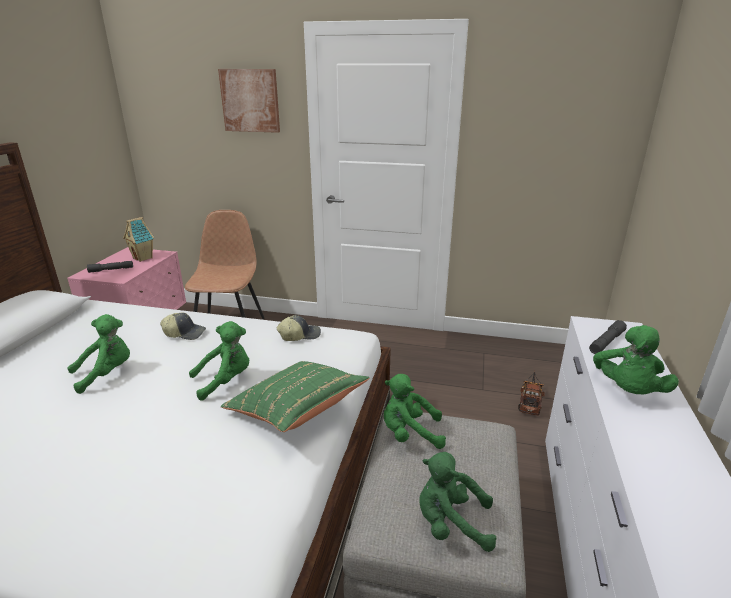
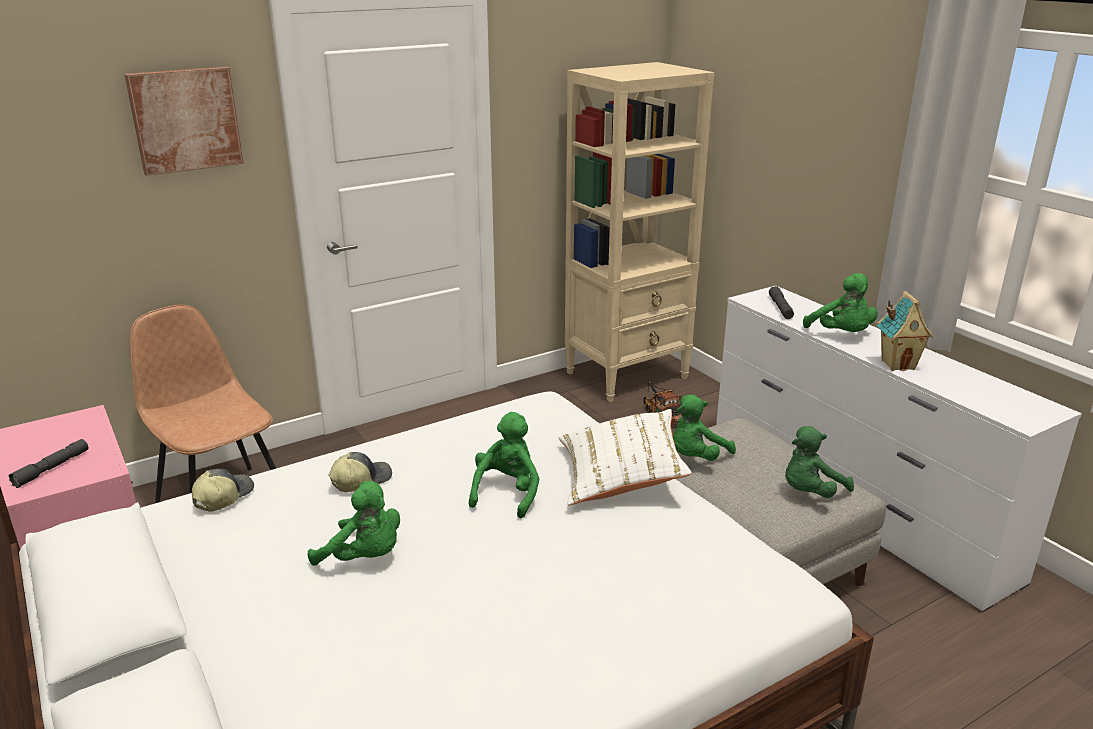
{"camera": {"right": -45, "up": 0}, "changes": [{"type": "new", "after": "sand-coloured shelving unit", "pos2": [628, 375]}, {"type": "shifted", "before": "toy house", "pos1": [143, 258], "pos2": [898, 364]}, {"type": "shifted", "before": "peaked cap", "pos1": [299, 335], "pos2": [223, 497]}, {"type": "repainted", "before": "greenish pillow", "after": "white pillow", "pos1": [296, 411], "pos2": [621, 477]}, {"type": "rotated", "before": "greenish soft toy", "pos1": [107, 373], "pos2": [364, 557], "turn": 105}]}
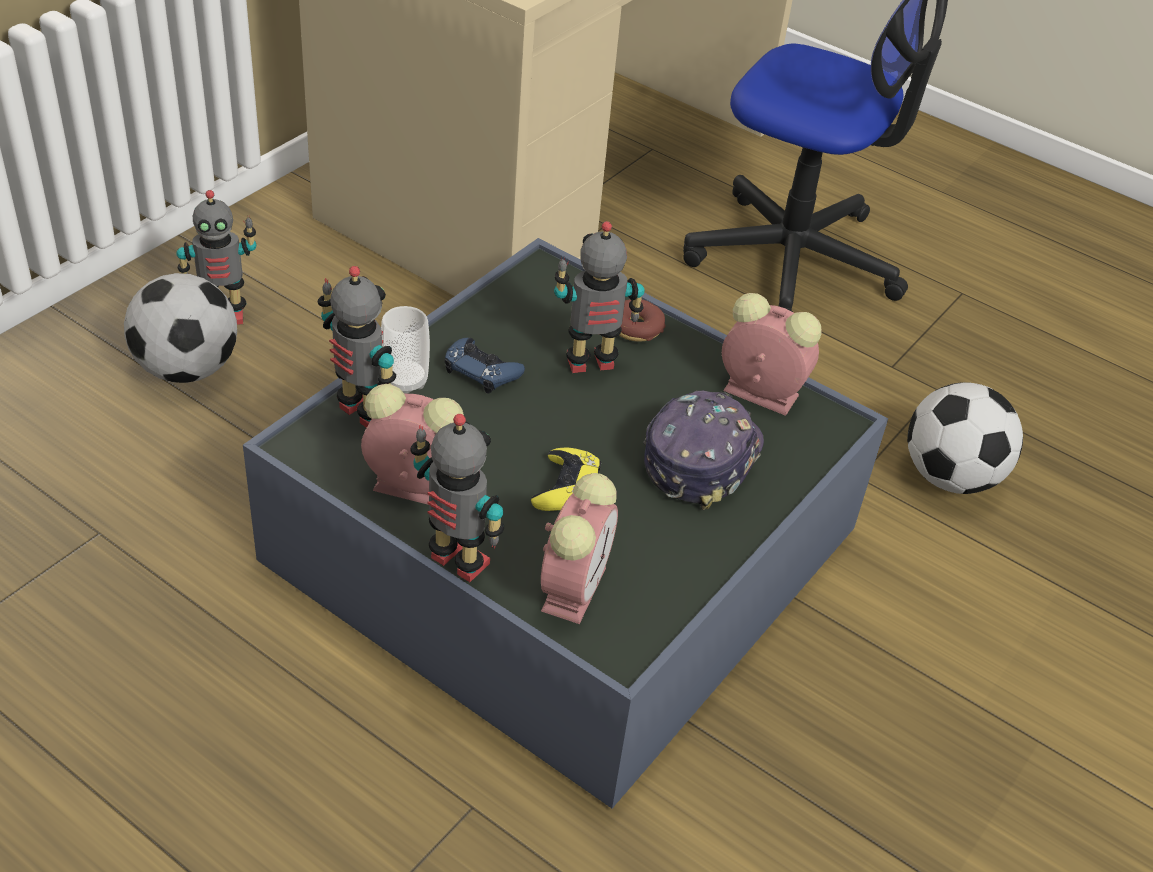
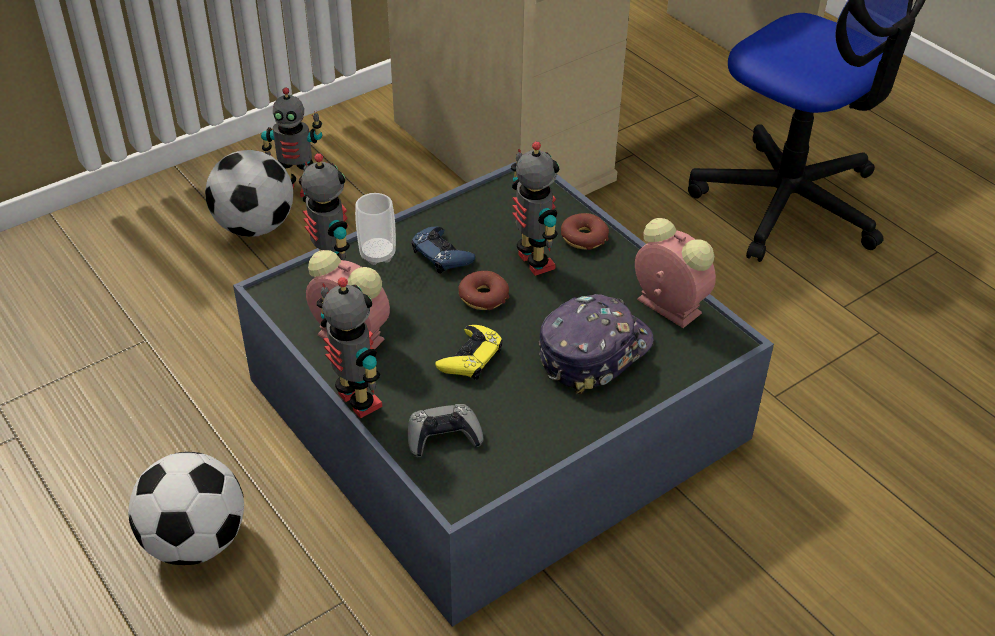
{"camera": {"right": 20, "up": 0}, "changes": [{"type": "new", "after": "doughnut", "pos2": [483, 297]}, {"type": "shifted", "before": "ball for football", "pos1": [950, 477], "pos2": [195, 541]}, {"type": "swapped", "before": "bedside clock", "after": "greyish joypad", "pos1": [574, 586], "pos2": [443, 436]}, {"type": "rotated", "before": "toy robot", "pos1": [591, 365], "pos2": [533, 262], "turn": 60}]}
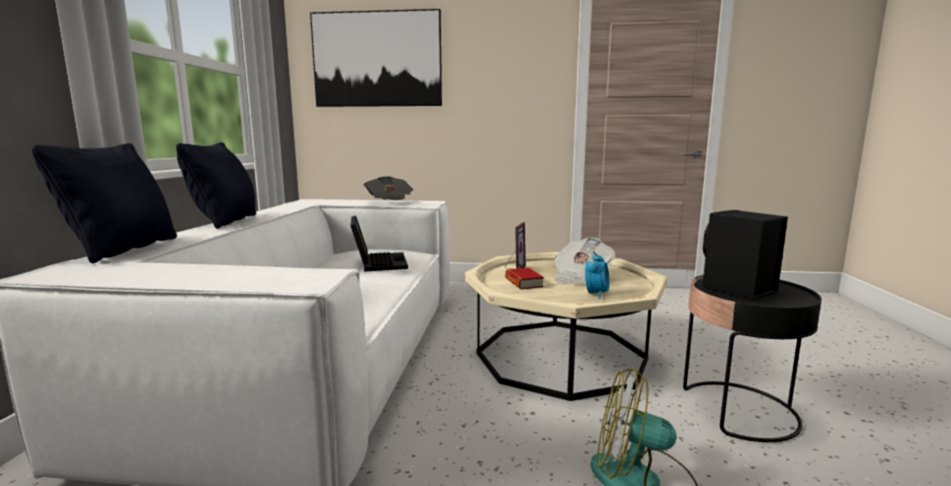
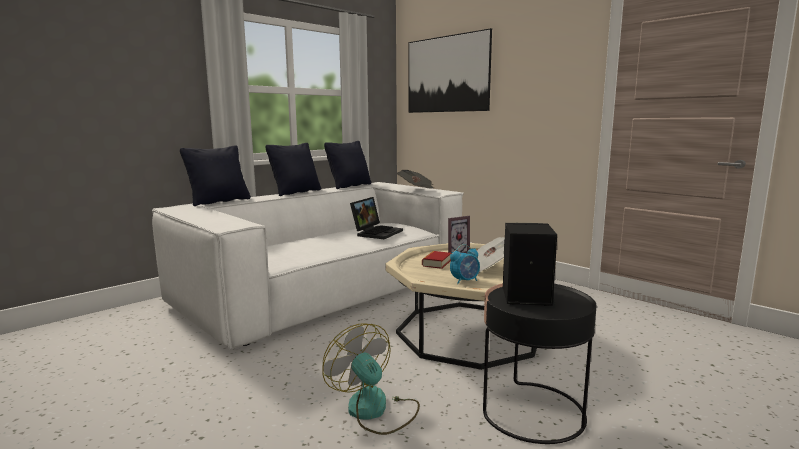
{"camera": {"right": 40, "up": 0}, "changes": [{"type": "new", "after": "black pillow", "pos2": [349, 186]}]}
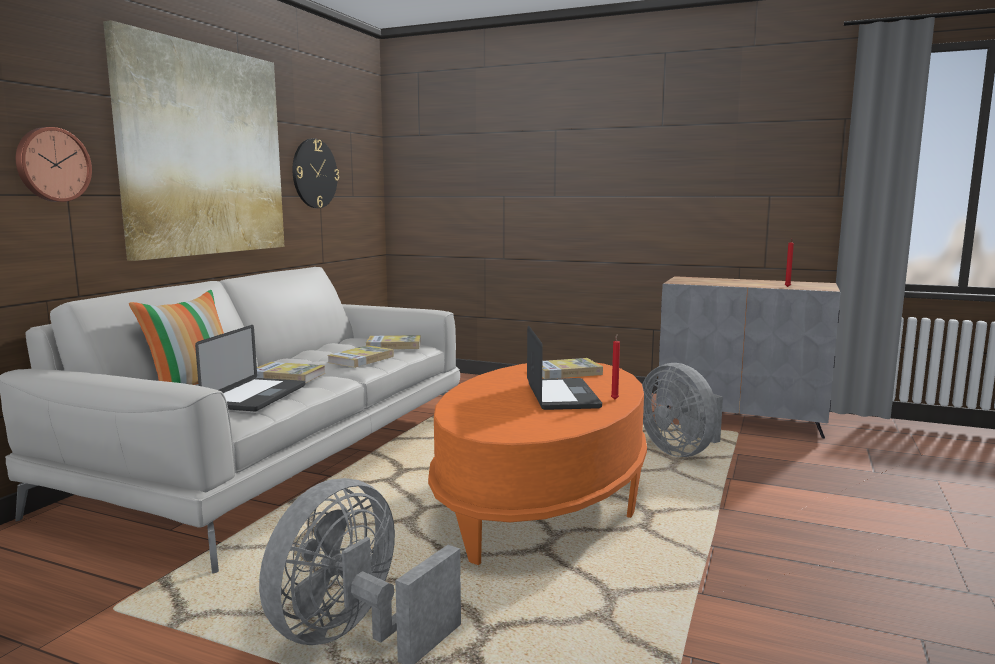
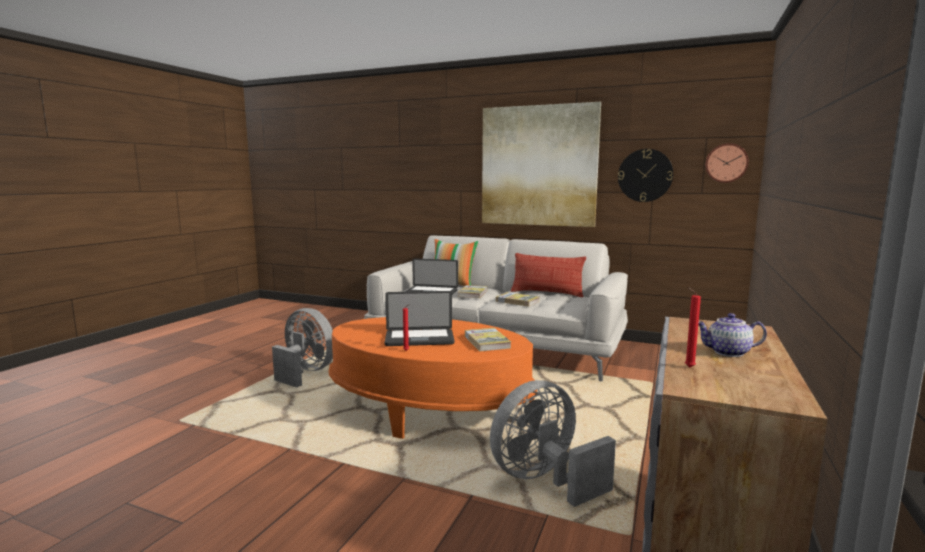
{"camera": {"right": 90, "up": 0}, "changes": [{"type": "gone", "before": "bound book", "pos1": [394, 345]}, {"type": "new", "after": "pillow", "pos2": [547, 293]}, {"type": "new", "after": "tea pot", "pos2": [728, 352]}, {"type": "shifted", "before": "hanging clock", "pos1": [52, 164], "pos2": [726, 163]}]}
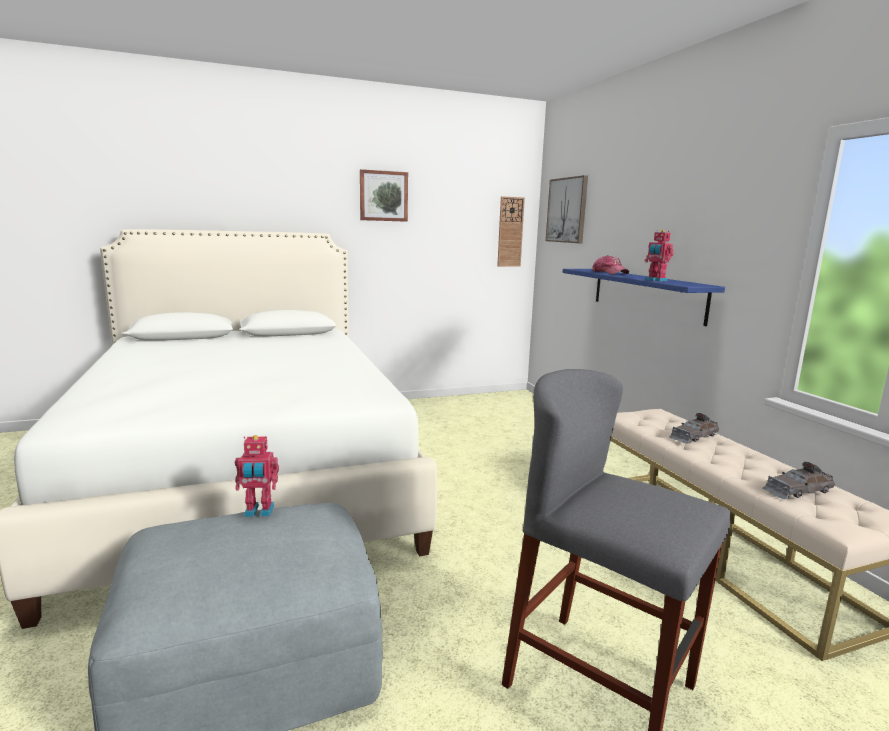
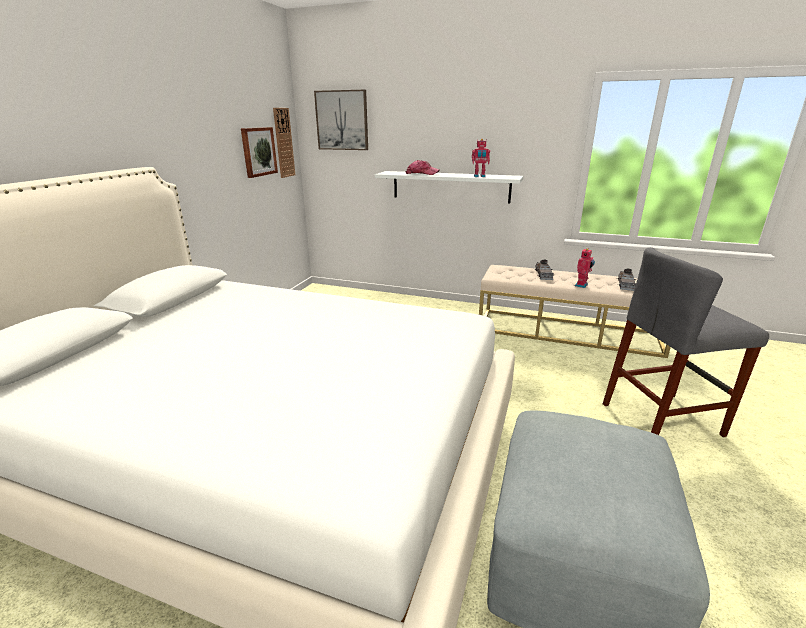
{"camera": {"right": -50, "up": 10}, "changes": [{"type": "shifted", "before": "toy robot", "pos1": [259, 512], "pos2": [582, 285]}, {"type": "shifted", "before": "wall picture", "pos1": [383, 196], "pos2": [258, 151]}, {"type": "repainted", "before": "blue bracket shelf", "after": "white bracket shelf", "pos1": [646, 294], "pos2": [450, 186]}]}
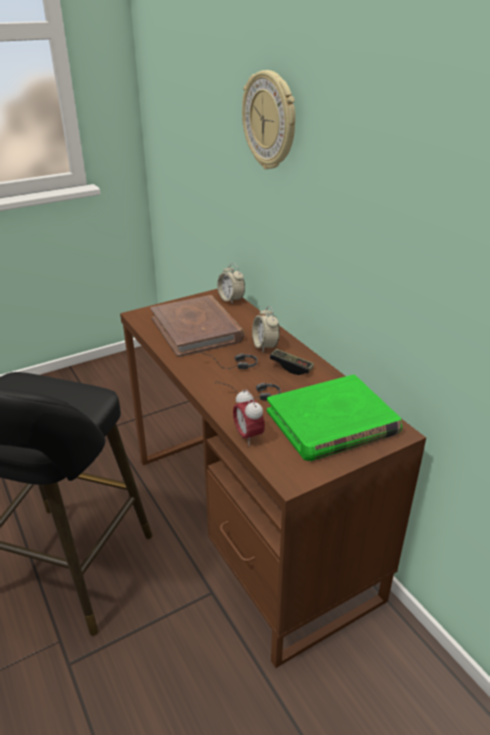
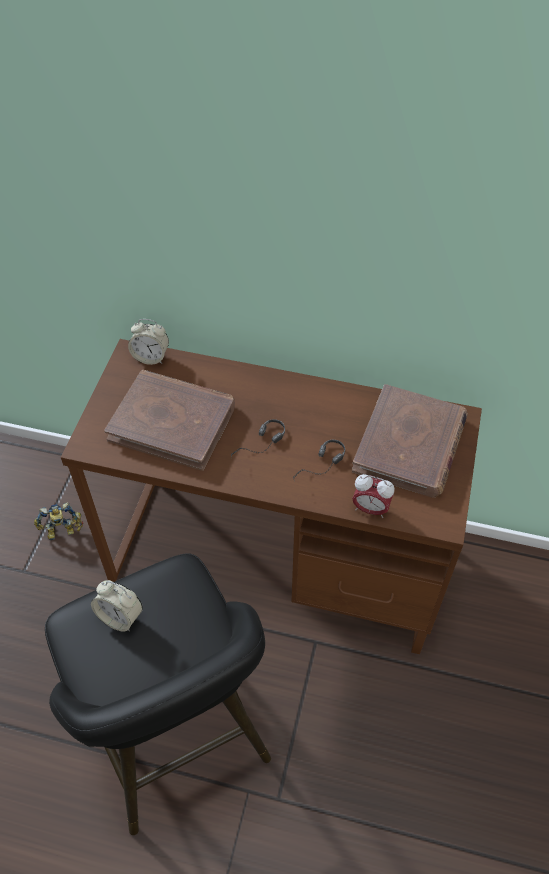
{"camera": {"right": -45, "up": 20}, "changes": [{"type": "gone", "before": "hanging clock", "pos1": [270, 121]}, {"type": "gone", "before": "joypad", "pos1": [291, 367]}, {"type": "new", "after": "toy robot", "pos2": [62, 532]}, {"type": "shifted", "before": "bedside clock", "pos1": [265, 346], "pos2": [120, 616]}, {"type": "repainted", "before": "greenish bound book", "after": "brown bound book", "pos1": [332, 422], "pos2": [410, 444]}]}
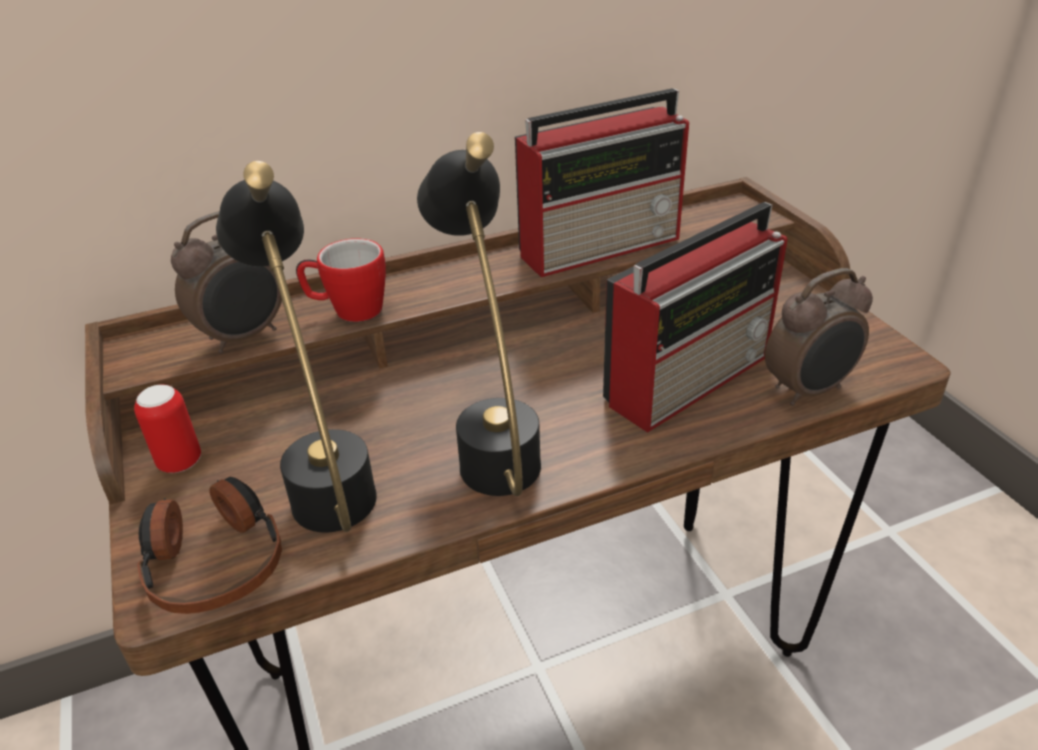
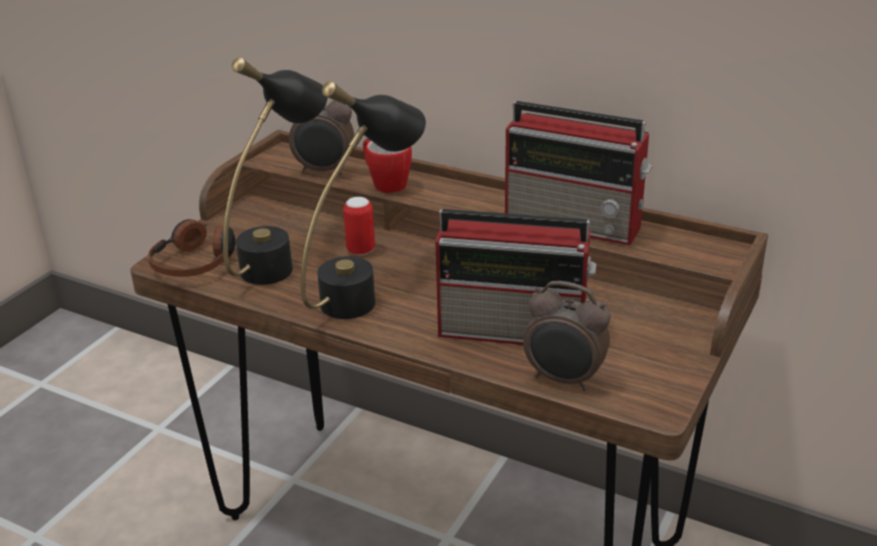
{"camera": {"right": 50, "up": -5}, "changes": [{"type": "shifted", "before": "sealed can", "pos1": [180, 462], "pos2": [361, 250]}]}
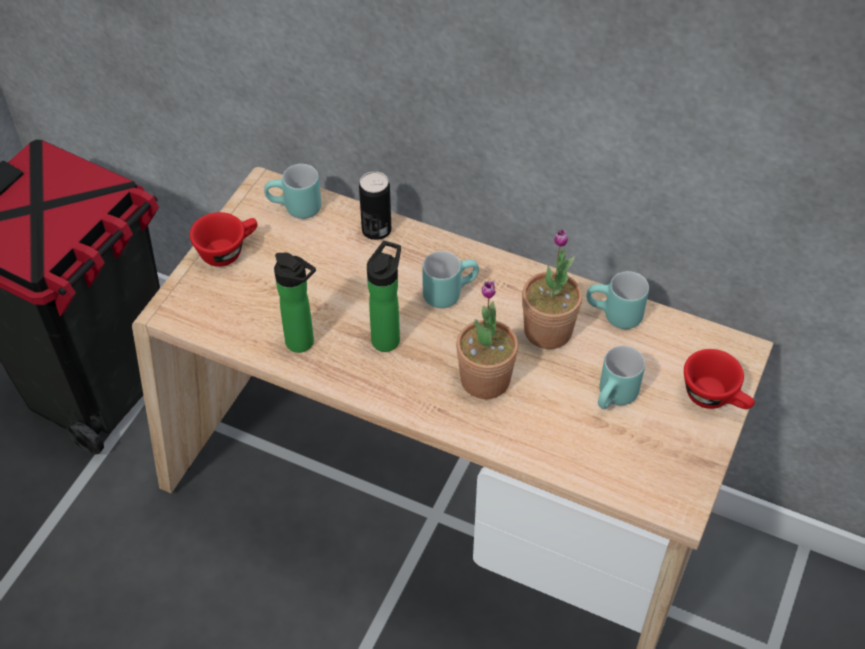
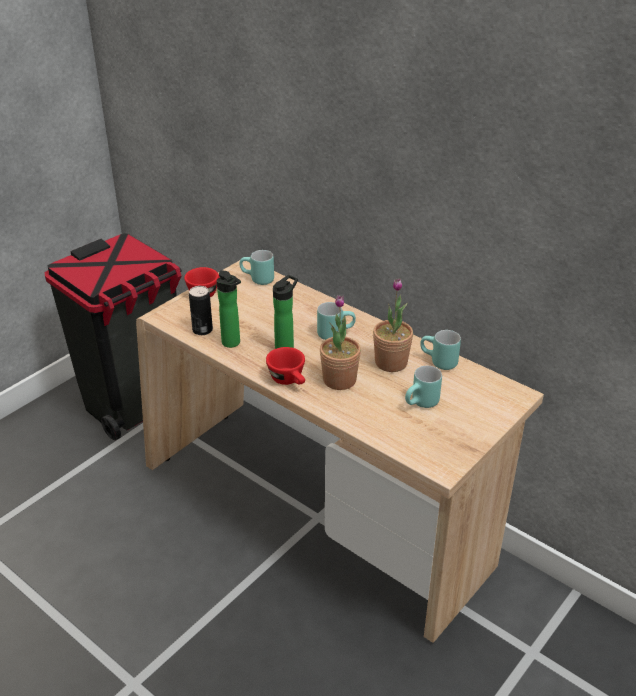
{"camera": {"right": 15, "up": -15}, "changes": [{"type": "shifted", "before": "sealed can", "pos1": [376, 230], "pos2": [202, 330]}, {"type": "shifted", "before": "red cup", "pos1": [715, 398], "pos2": [289, 380]}]}
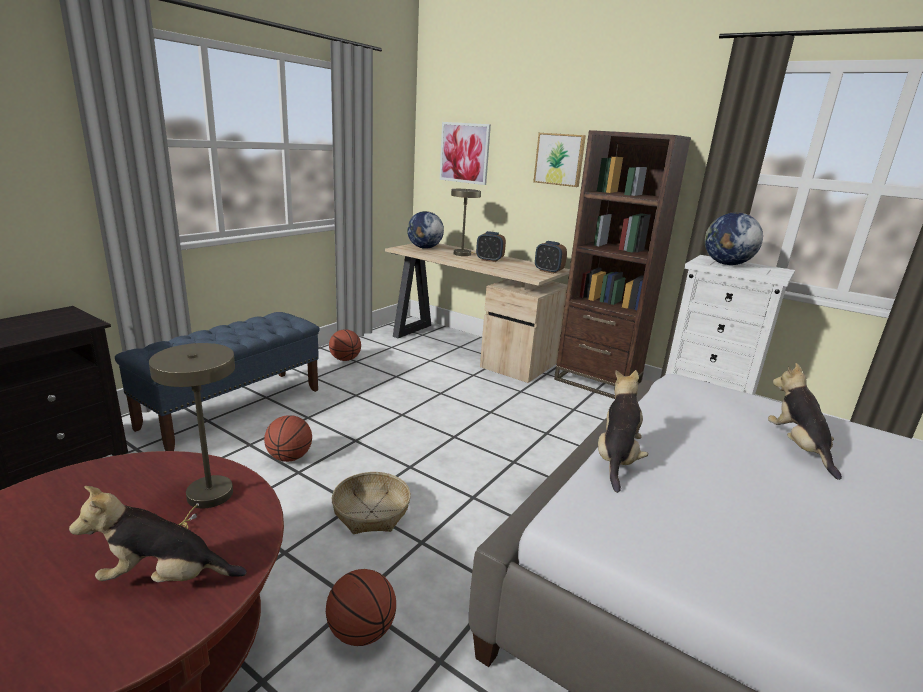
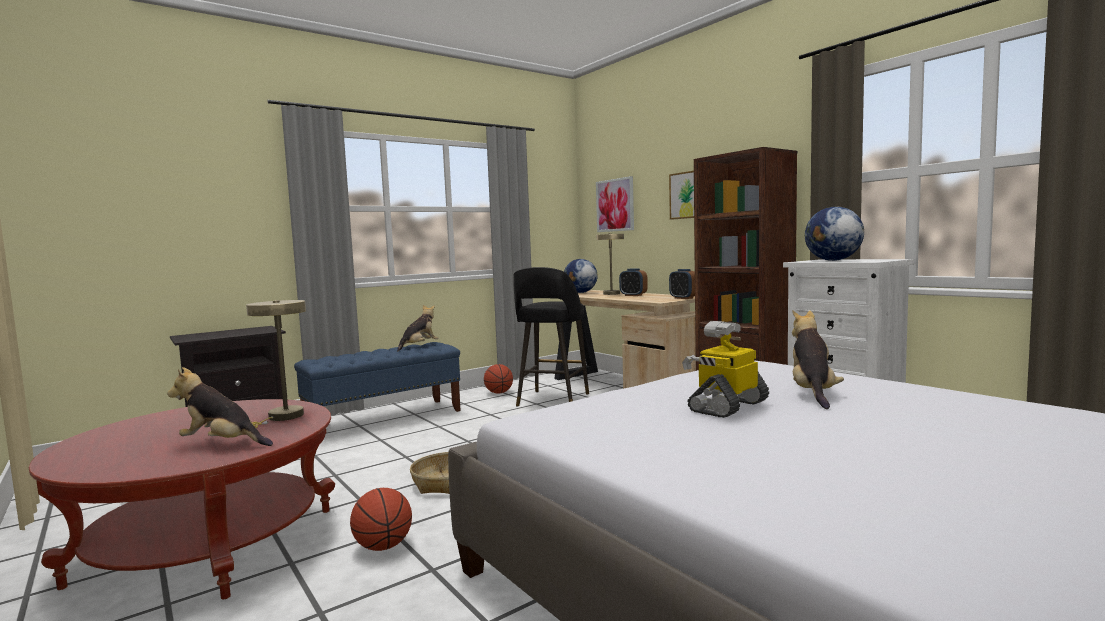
{"camera": {"right": 20, "up": -15}, "changes": [{"type": "gone", "before": "ball for basketball", "pos1": [289, 457]}, {"type": "new", "after": "black stool seat", "pos2": [552, 400]}, {"type": "new", "after": "toy robot", "pos2": [727, 406]}, {"type": "shifted", "before": "soft toy", "pos1": [616, 459], "pos2": [419, 346]}]}
